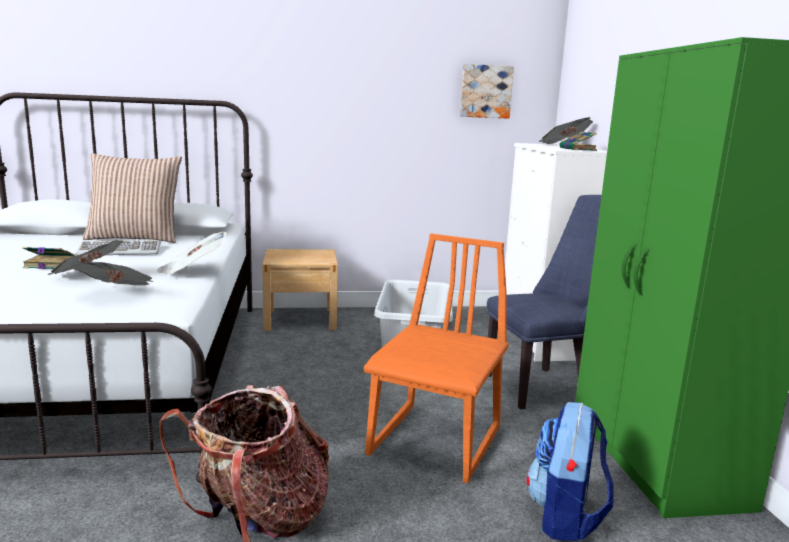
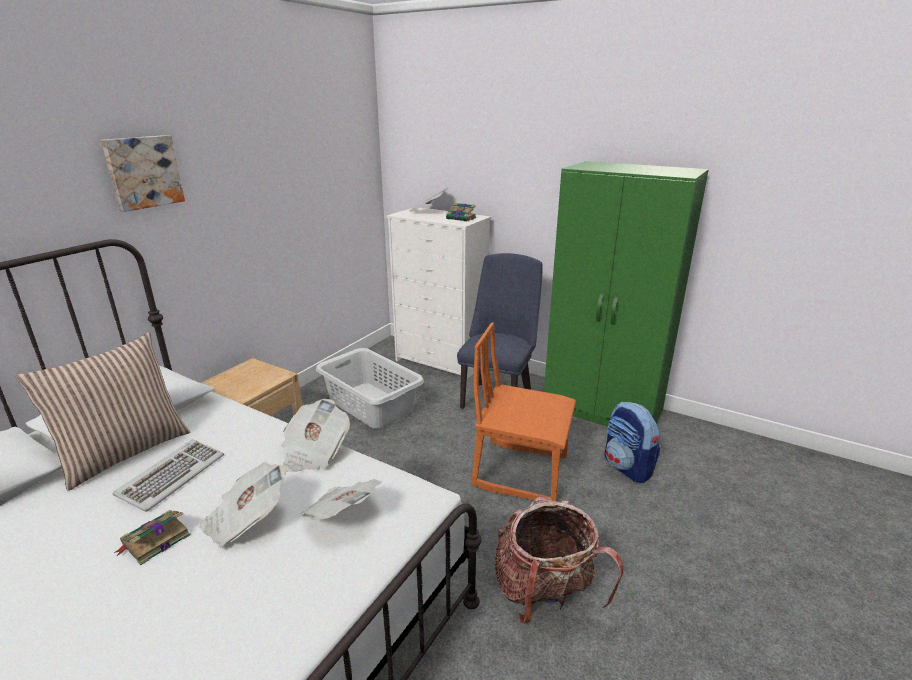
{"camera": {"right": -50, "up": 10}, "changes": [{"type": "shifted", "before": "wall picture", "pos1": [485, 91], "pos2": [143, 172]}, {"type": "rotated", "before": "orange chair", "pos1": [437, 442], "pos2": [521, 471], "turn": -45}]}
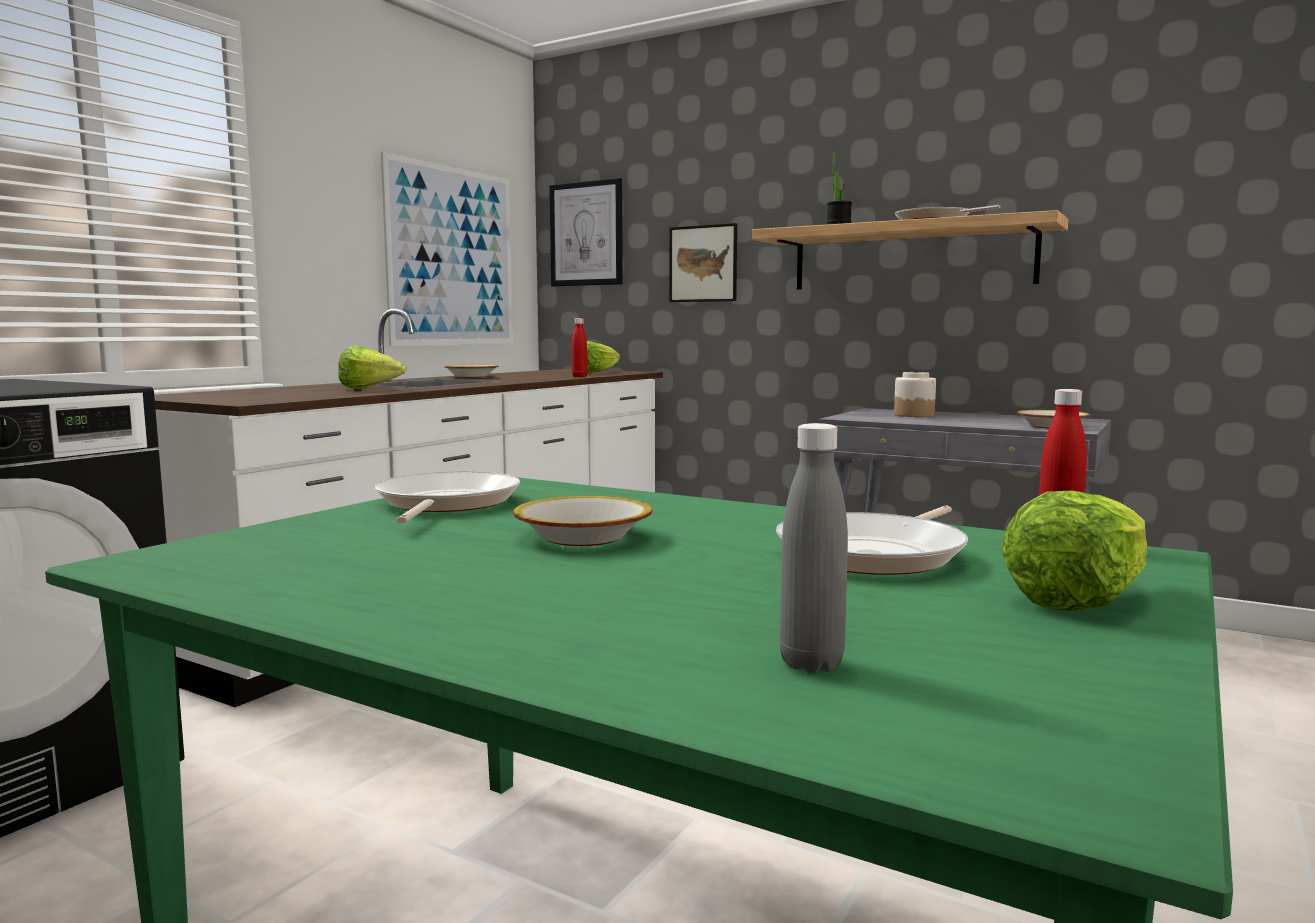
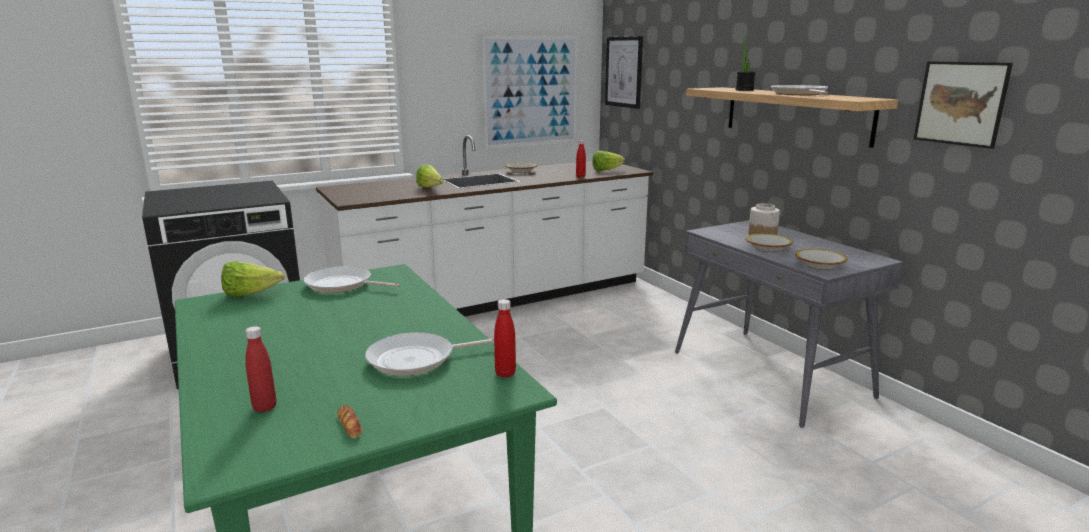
{"camera": {"right": 30, "up": 10}, "changes": [{"type": "new", "after": "baked bread", "pos2": [350, 425]}, {"type": "shifted", "before": "serving bowl", "pos1": [582, 537], "pos2": [767, 248]}, {"type": "shifted", "before": "wall picture", "pos1": [703, 263], "pos2": [960, 103]}, {"type": "shifted", "before": "lettuce", "pos1": [1079, 600], "pos2": [250, 294]}, {"type": "repainted", "before": "greyish drink bottle", "after": "red drink bottle", "pos1": [811, 663], "pos2": [264, 407]}, {"type": "rotated", "before": "pan", "pos1": [445, 504], "pos2": [342, 285], "turn": -105}]}
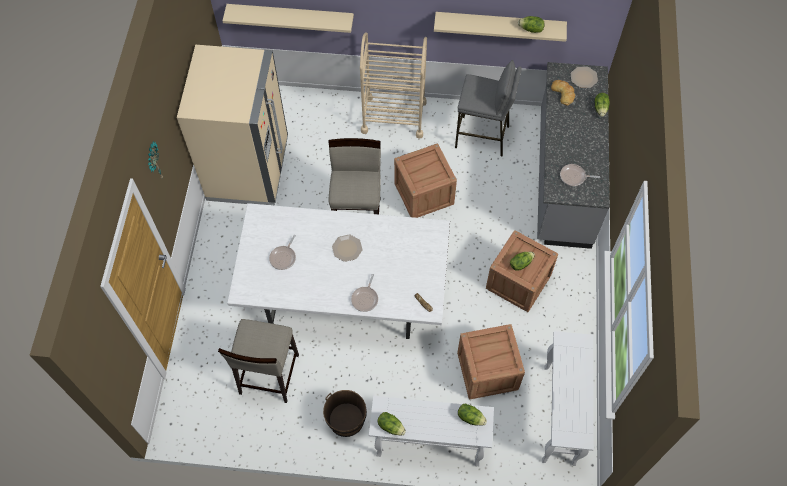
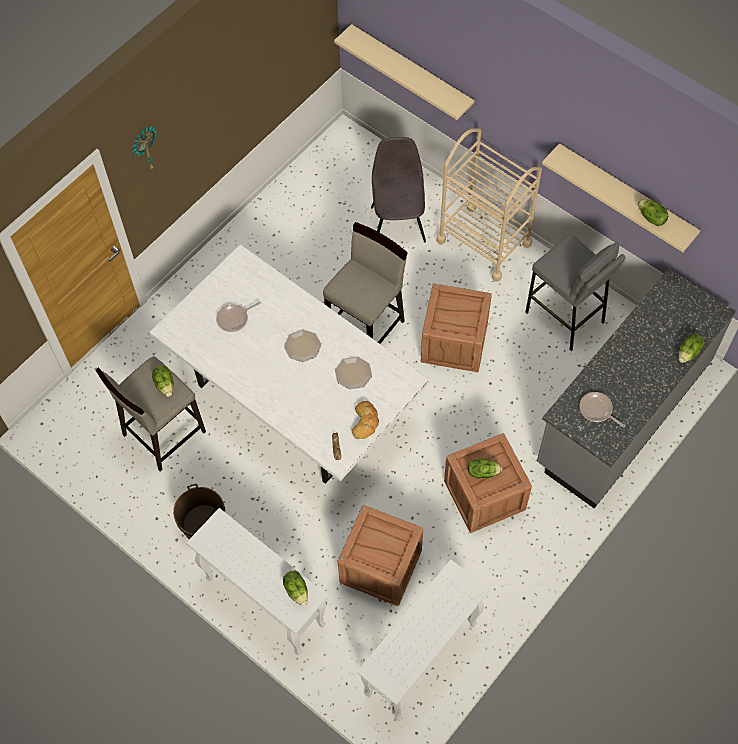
{"camera": {"right": 35, "up": 0}, "changes": [{"type": "gone", "before": "sand-coloured fridge", "pos1": [248, 169]}, {"type": "gone", "before": "pan", "pos1": [365, 298]}, {"type": "new", "after": "greyish chair", "pos2": [398, 222]}, {"type": "shifted", "before": "lettuce", "pos1": [391, 426], "pos2": [165, 384]}, {"type": "shifted", "before": "baked bread", "pos1": [563, 93], "pos2": [365, 421]}, {"type": "shifted", "before": "flat dish", "pos1": [583, 77], "pos2": [353, 373]}]}
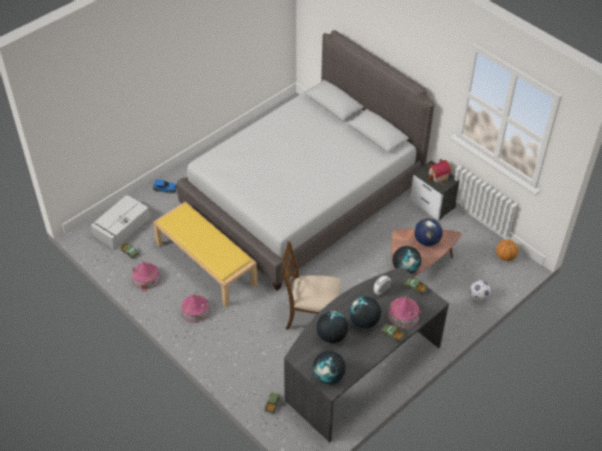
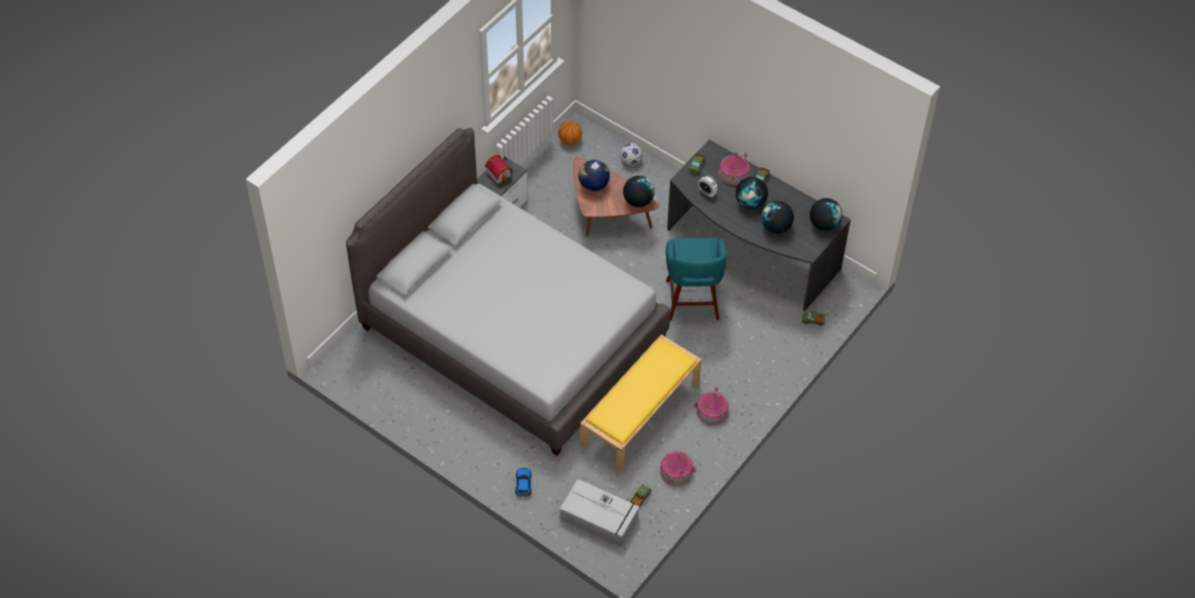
{"camera": {"right": -100, "up": 5}, "changes": [{"type": "swapped", "before": "brown chair", "after": "turquoise stool seat", "pos1": [311, 316], "pos2": [692, 302]}]}
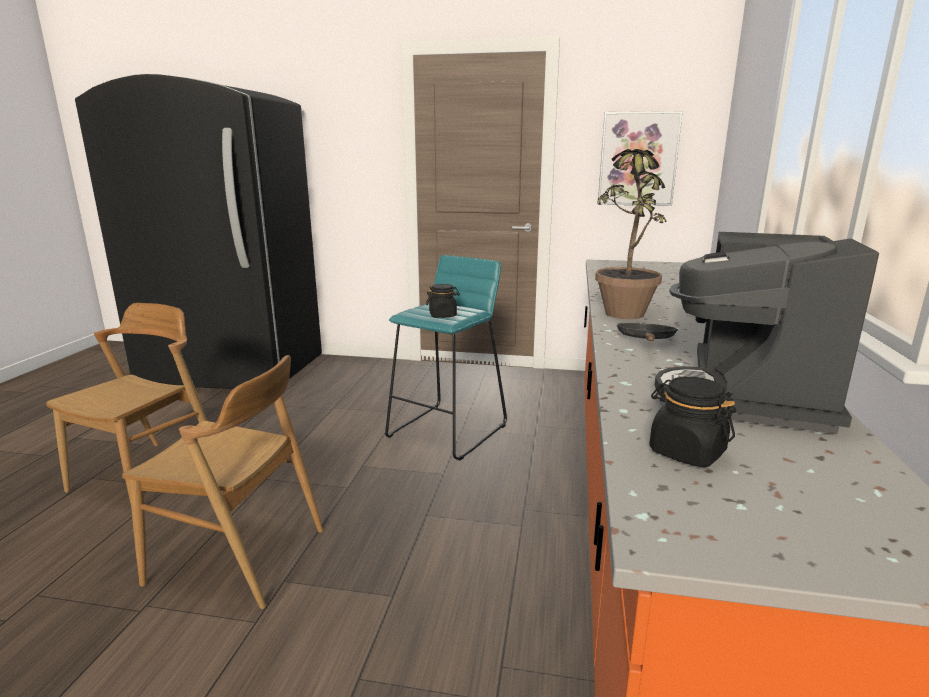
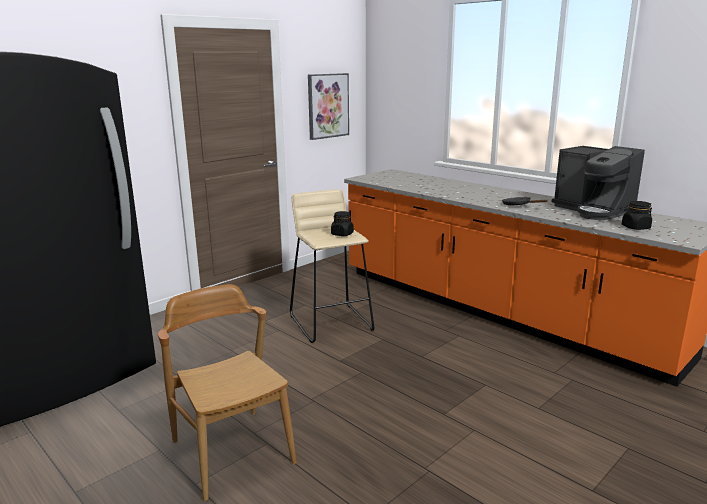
{"camera": {"right": -55, "up": 0}, "changes": [{"type": "gone", "before": "brown chair", "pos1": [238, 556]}, {"type": "gone", "before": "plant in a pot", "pos1": [623, 310]}, {"type": "repainted", "before": "turquoise stool seat", "after": "sand-coloured stool seat", "pos1": [448, 431], "pos2": [331, 322]}]}
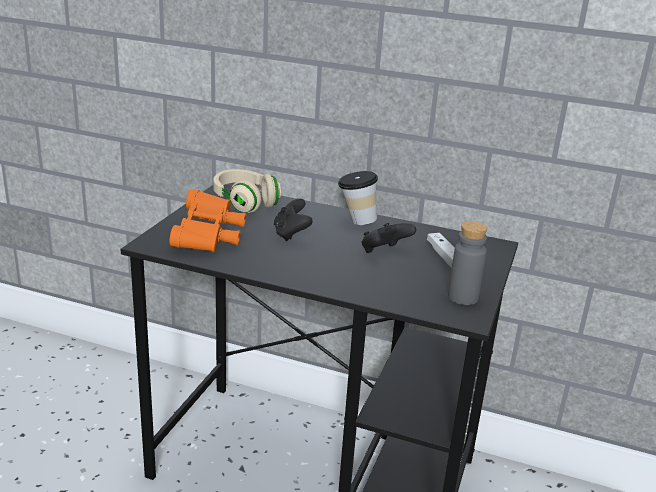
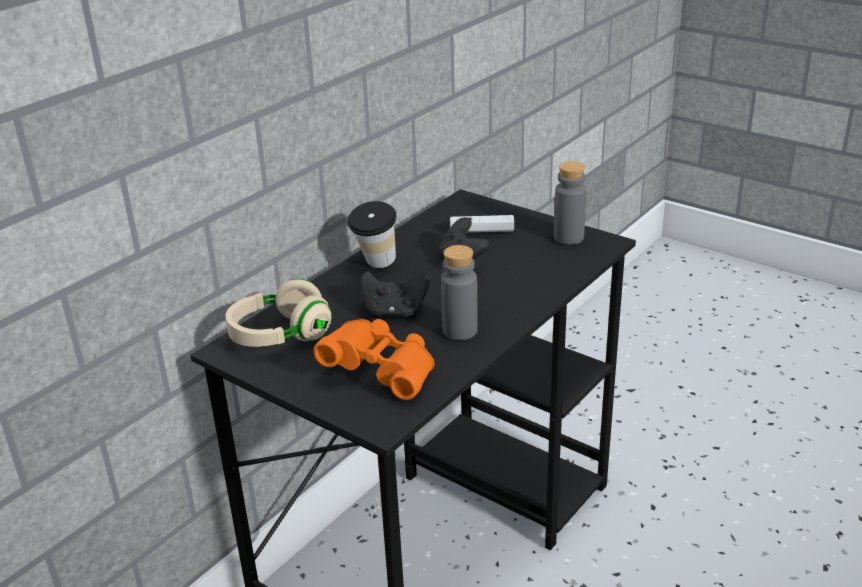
{"camera": {"right": -70, "up": 5}, "changes": [{"type": "new", "after": "greyish drink bottle", "pos2": [460, 330]}]}
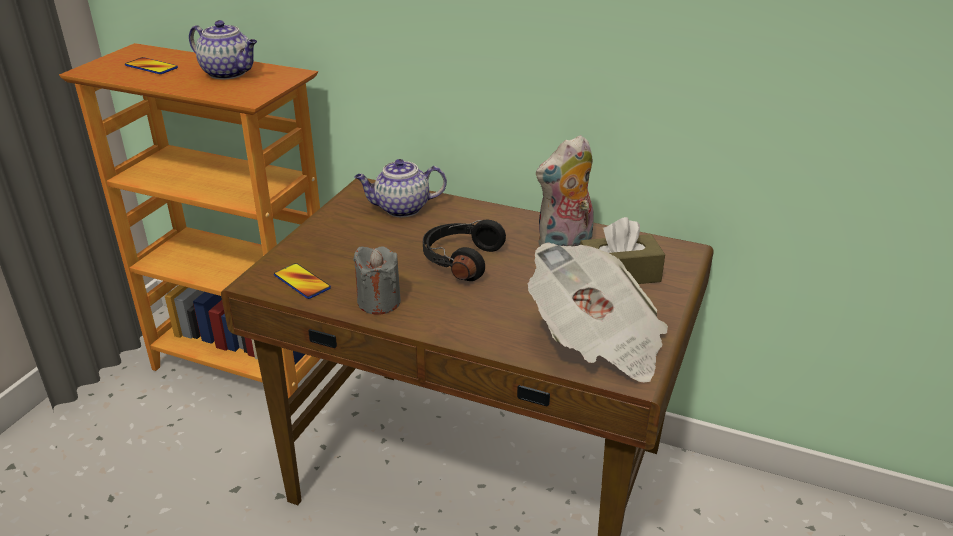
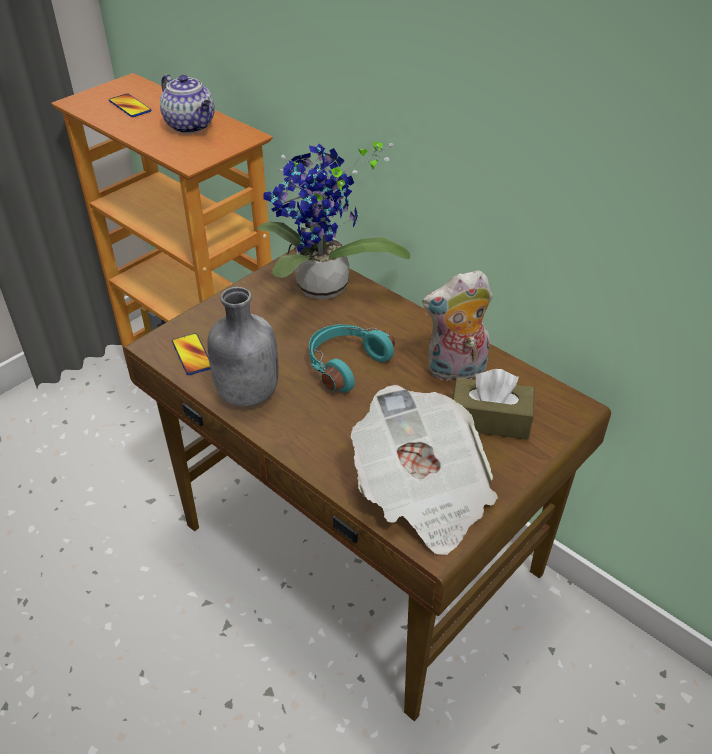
{"camera": {"right": 20, "up": 10}, "changes": [{"type": "swapped", "before": "greyish wax candle", "after": "greyish drink bottle", "pos1": [379, 302], "pos2": [246, 394]}, {"type": "swapped", "before": "tea pot", "after": "plant in a pot", "pos1": [401, 209], "pos2": [322, 291]}, {"type": "repainted", "before": "black headset", "after": "turquoise headset", "pos1": [460, 260], "pos2": [344, 364]}]}
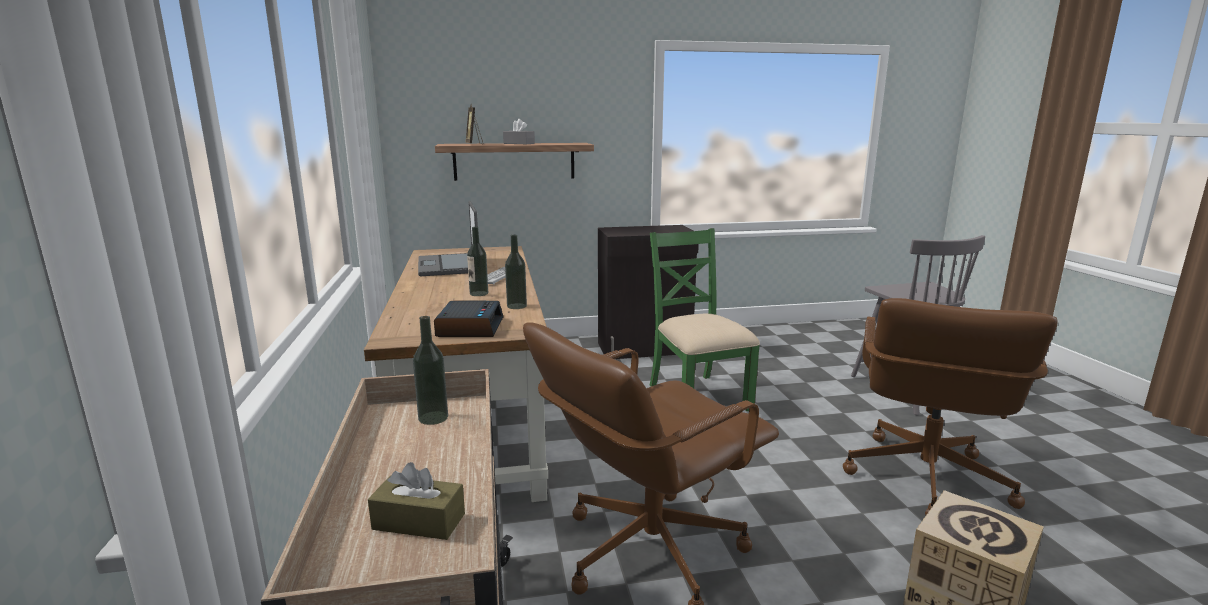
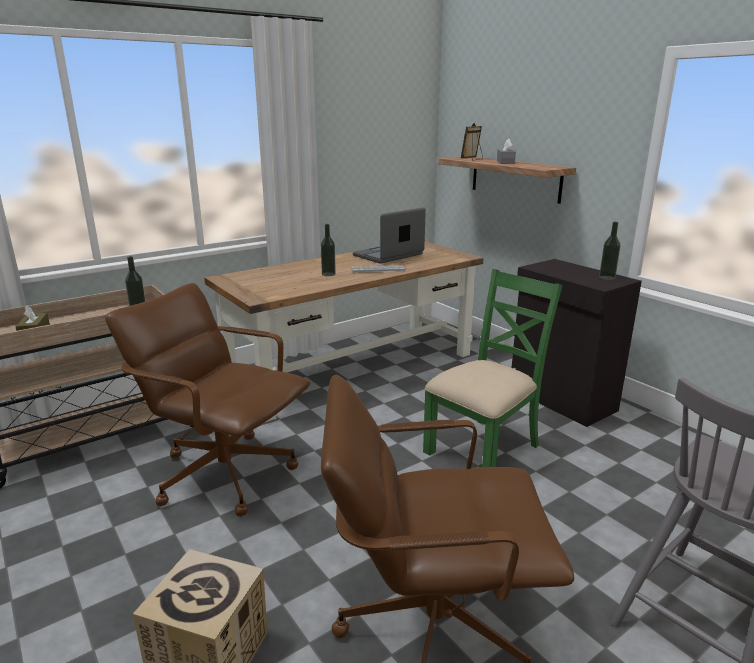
{"camera": {"right": 65, "up": 5}, "changes": [{"type": "gone", "before": "bedside clock", "pos1": [469, 327]}, {"type": "shifted", "before": "drink bottle", "pos1": [516, 306], "pos2": [607, 278]}]}
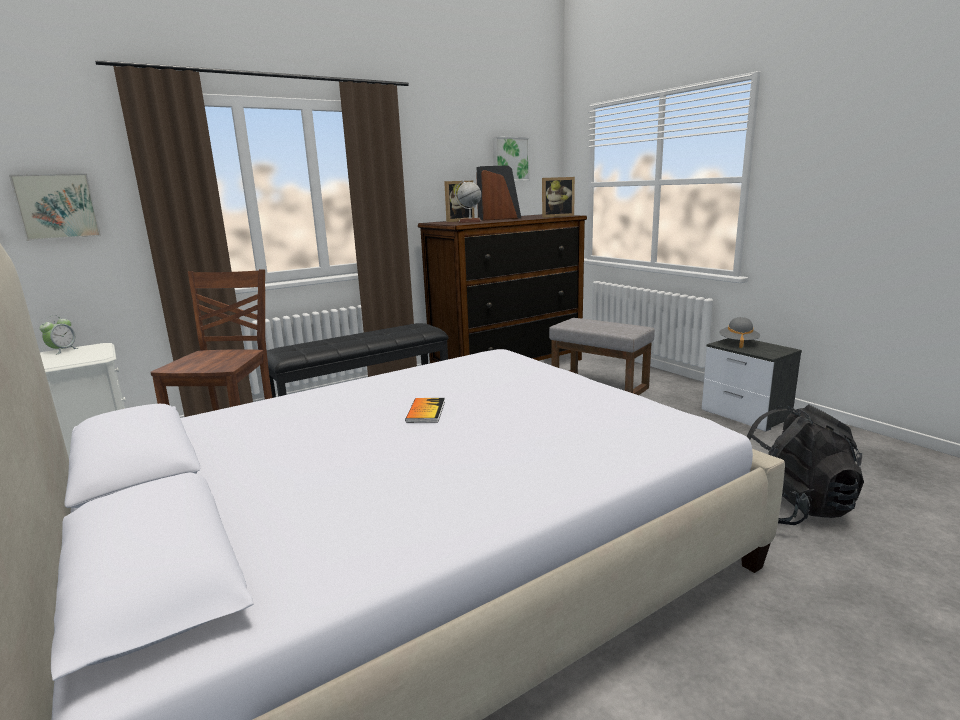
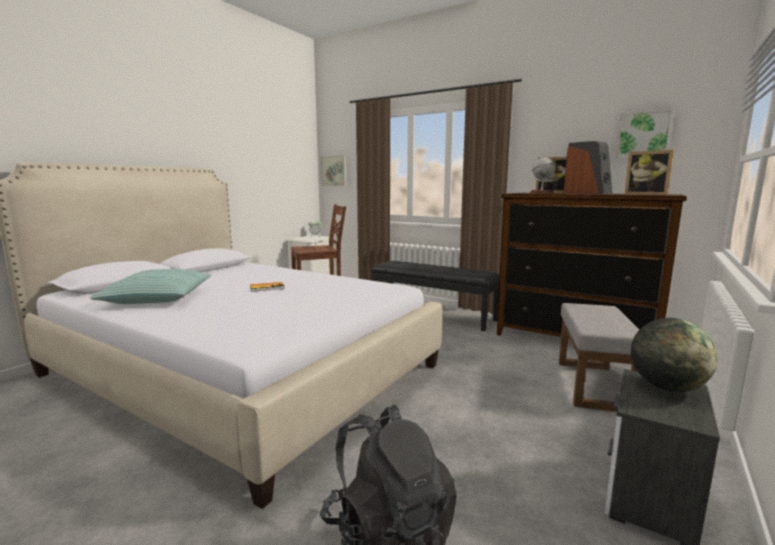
{"camera": {"right": 65, "up": -5}, "changes": [{"type": "new", "after": "pillow", "pos2": [158, 298]}, {"type": "swapped", "before": "greyish clothing hat", "after": "globe", "pos1": [738, 343], "pos2": [666, 387]}]}
